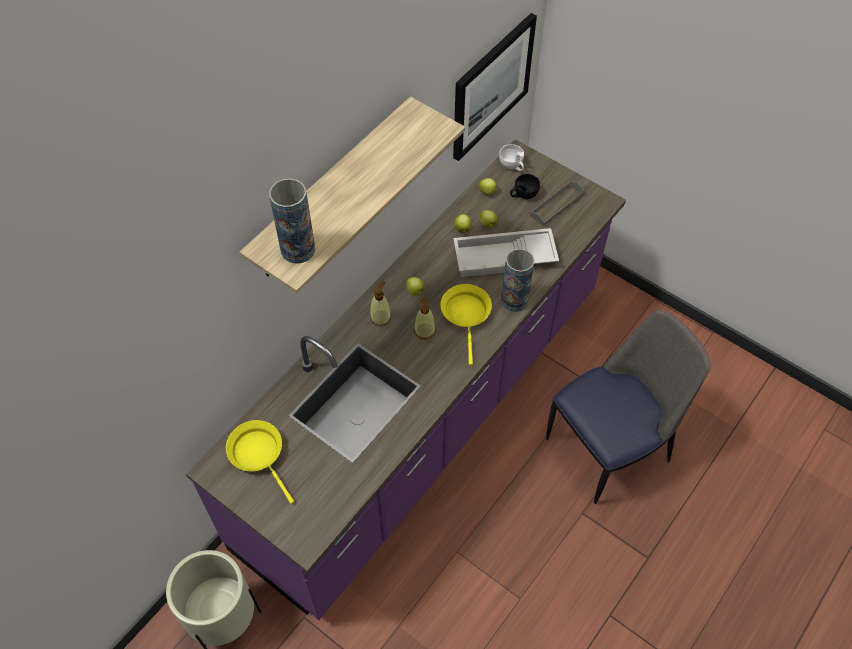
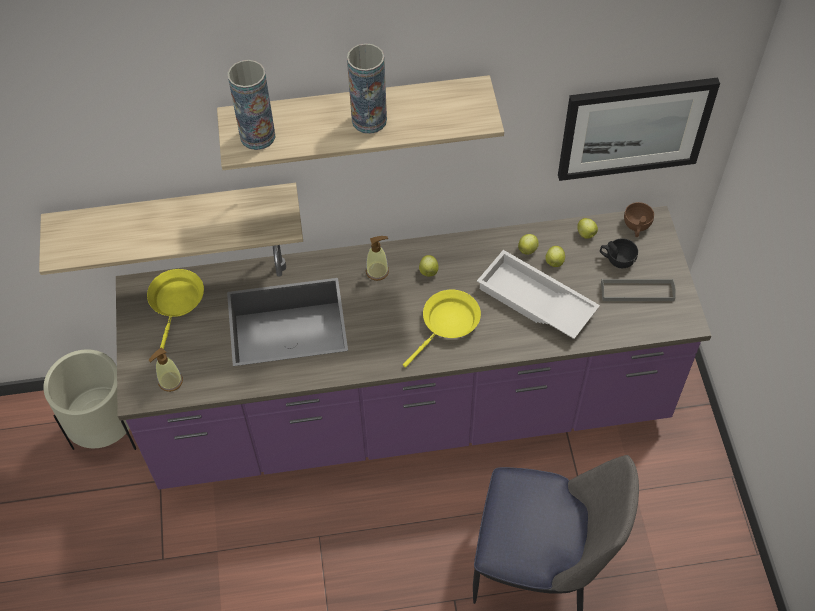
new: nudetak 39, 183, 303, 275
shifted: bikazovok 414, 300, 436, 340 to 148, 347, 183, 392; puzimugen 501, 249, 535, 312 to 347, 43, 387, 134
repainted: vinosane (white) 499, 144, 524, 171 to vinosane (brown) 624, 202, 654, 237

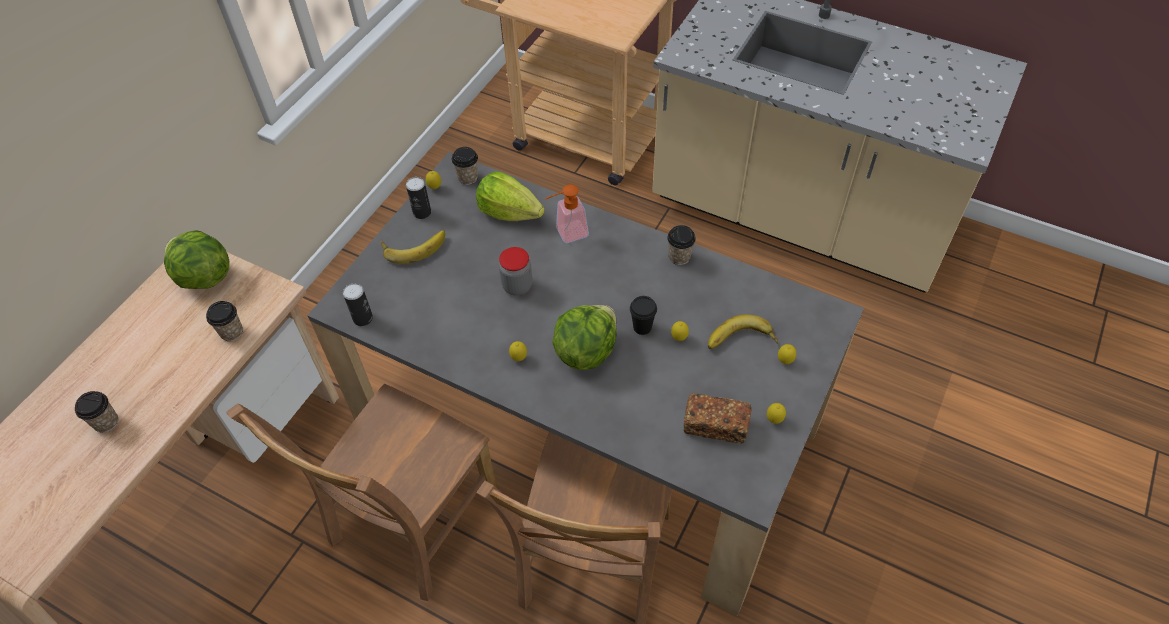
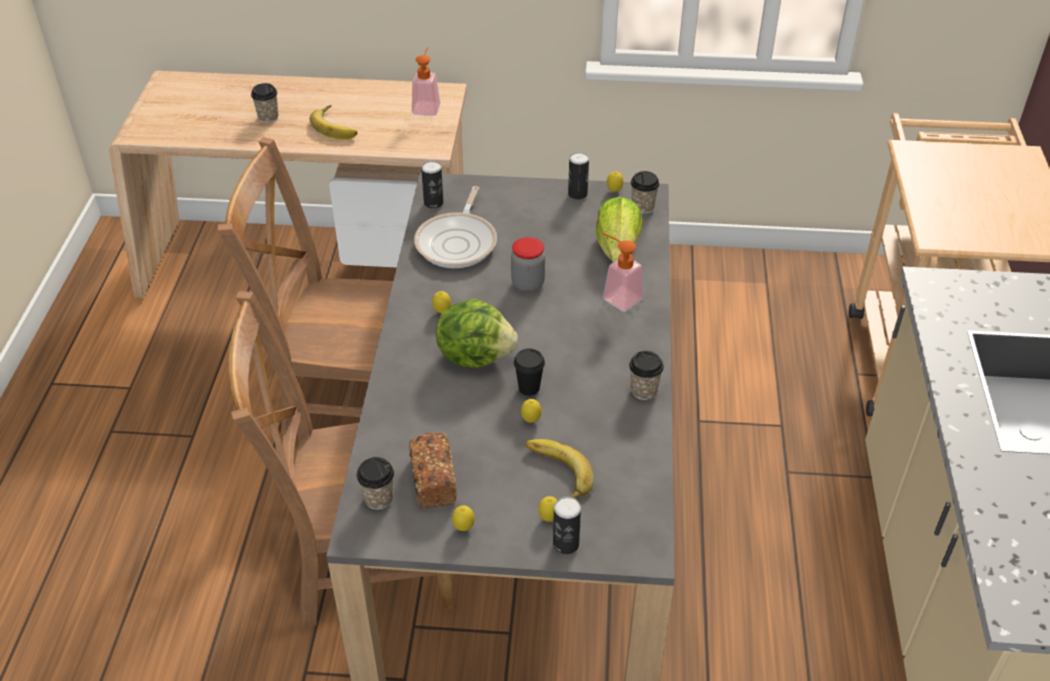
new: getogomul 414, 186, 497, 268; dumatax 553, 497, 581, 554
shifted: vinosane 206, 301, 243, 341 to 356, 457, 394, 510; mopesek 381, 230, 445, 264 to 309, 105, 357, 139
swapped: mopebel 164, 230, 230, 289 to bikazovok 412, 47, 440, 116

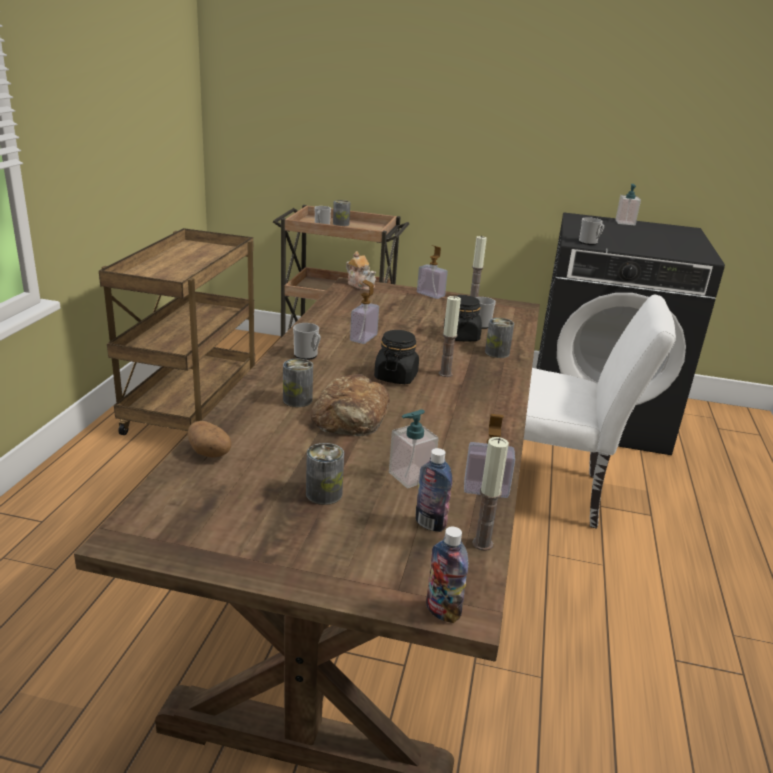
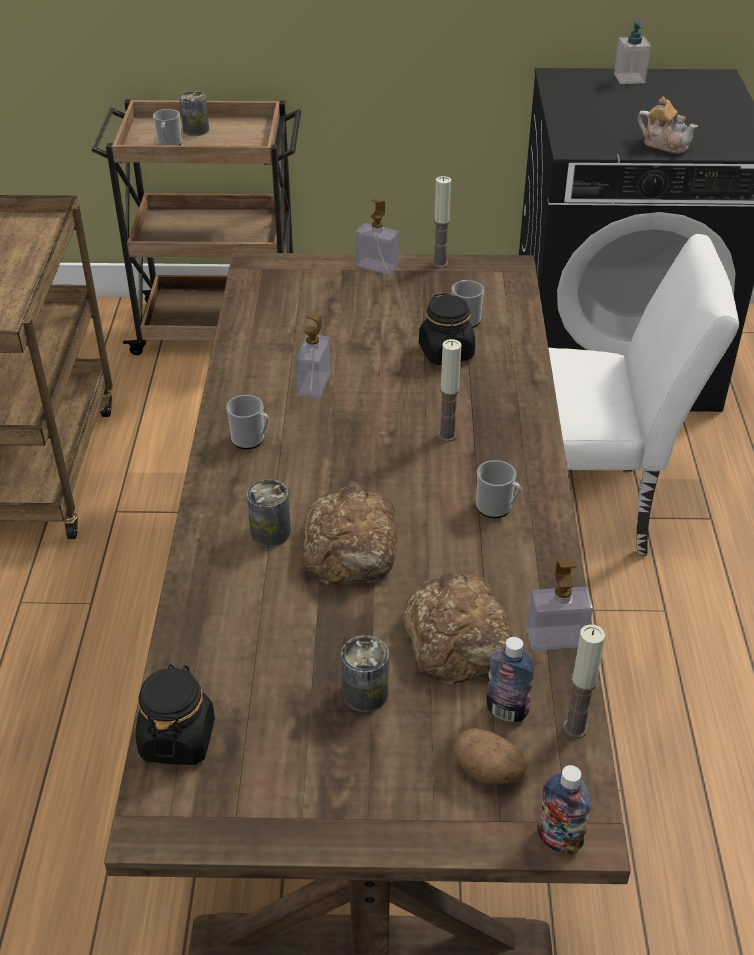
gone: dumatax 485, 318, 514, 358
shifted: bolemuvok 188, 421, 231, 457 to 453, 728, 528, 784; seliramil 346, 251, 376, 290 to 638, 96, 698, 154; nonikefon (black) 374, 330, 419, 384 to 136, 664, 215, 765; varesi 579, 217, 604, 245 to 476, 460, 522, 518
swapped: bikazovok 389, 409, 439, 488 to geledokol 402, 572, 514, 685

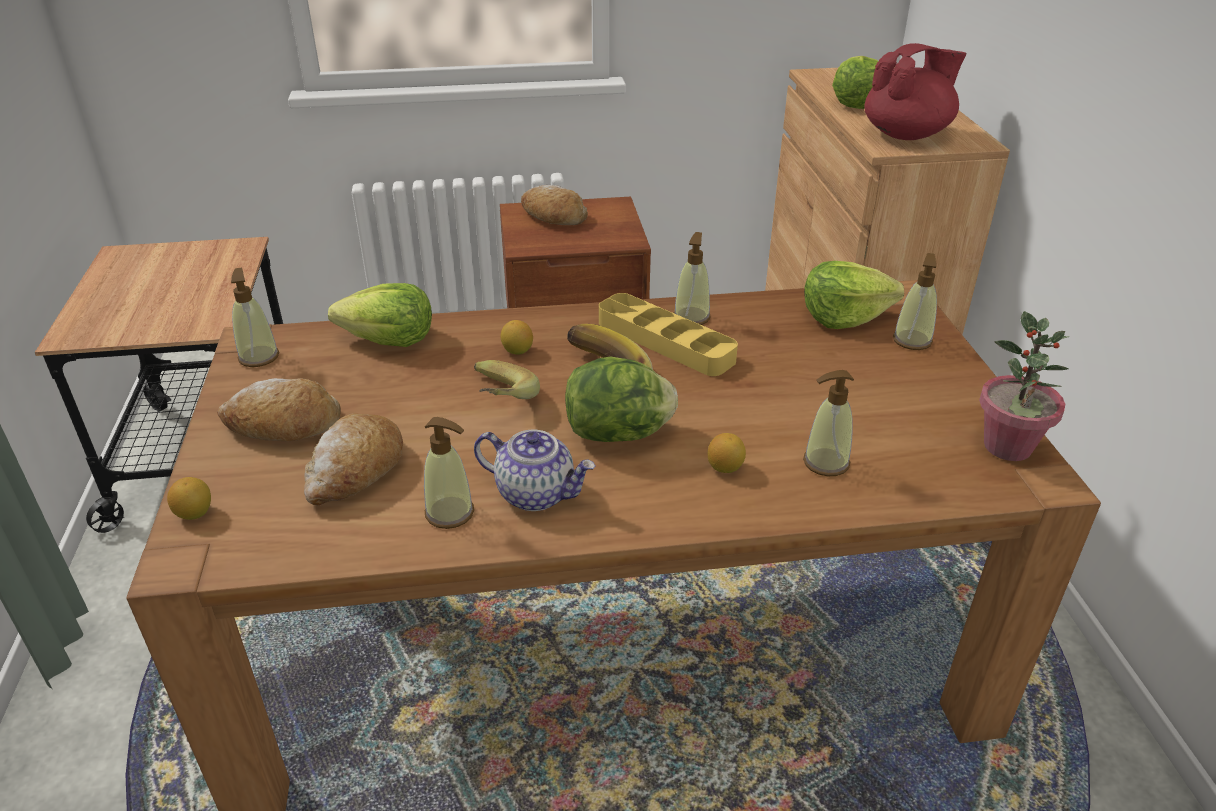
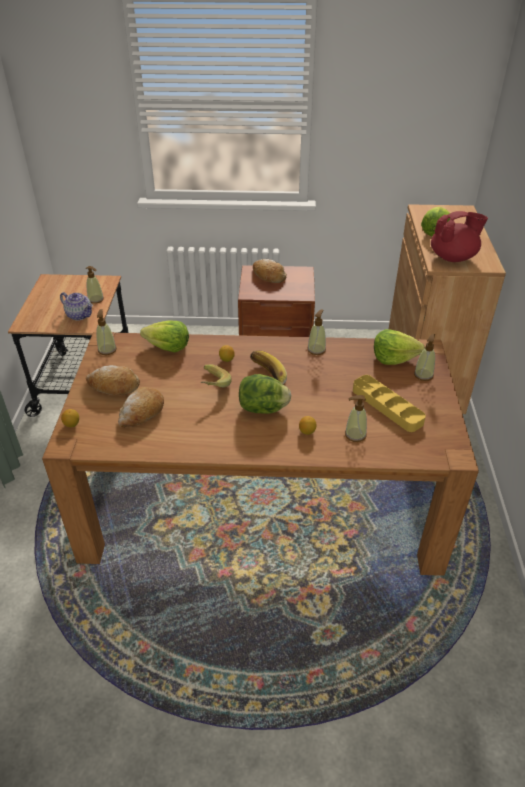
gone: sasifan 979, 311, 1069, 461
shifted: bikazovok 424, 417, 474, 529 to 86, 266, 104, 304; seliramil 474, 429, 596, 511 to 60, 292, 93, 320; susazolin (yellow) 599, 293, 738, 376 to 353, 375, 426, 432

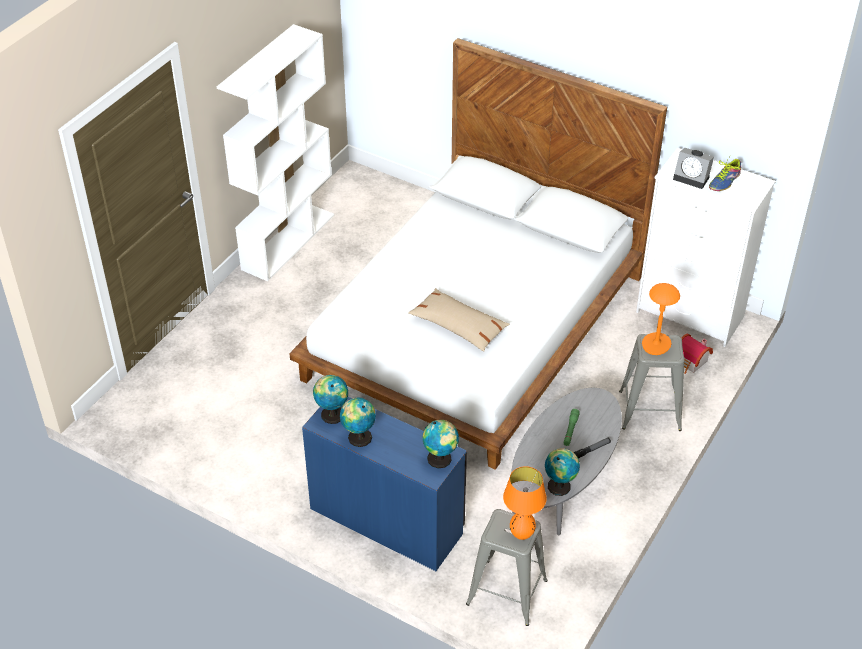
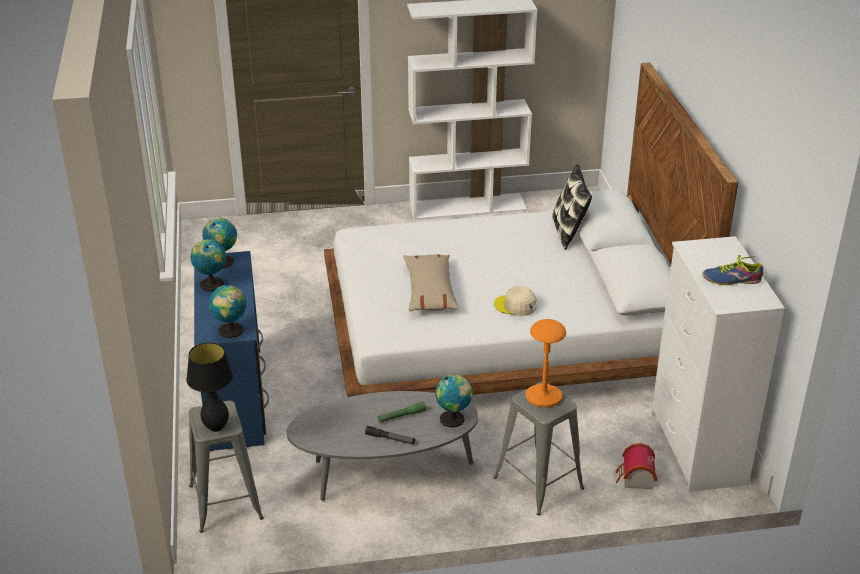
gone: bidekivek 673, 148, 714, 189
new: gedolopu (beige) 494, 286, 537, 316; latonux 552, 164, 592, 250
shifted: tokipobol 545, 448, 580, 496 to 435, 374, 473, 428
repainted: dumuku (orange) 503, 466, 547, 540 to dumuku (black) 186, 343, 233, 432

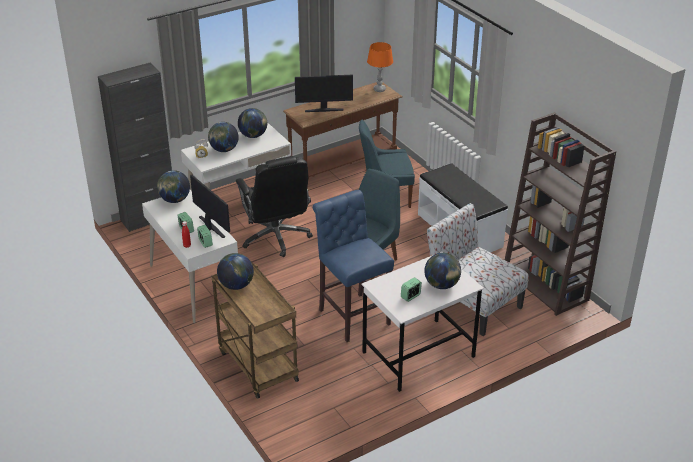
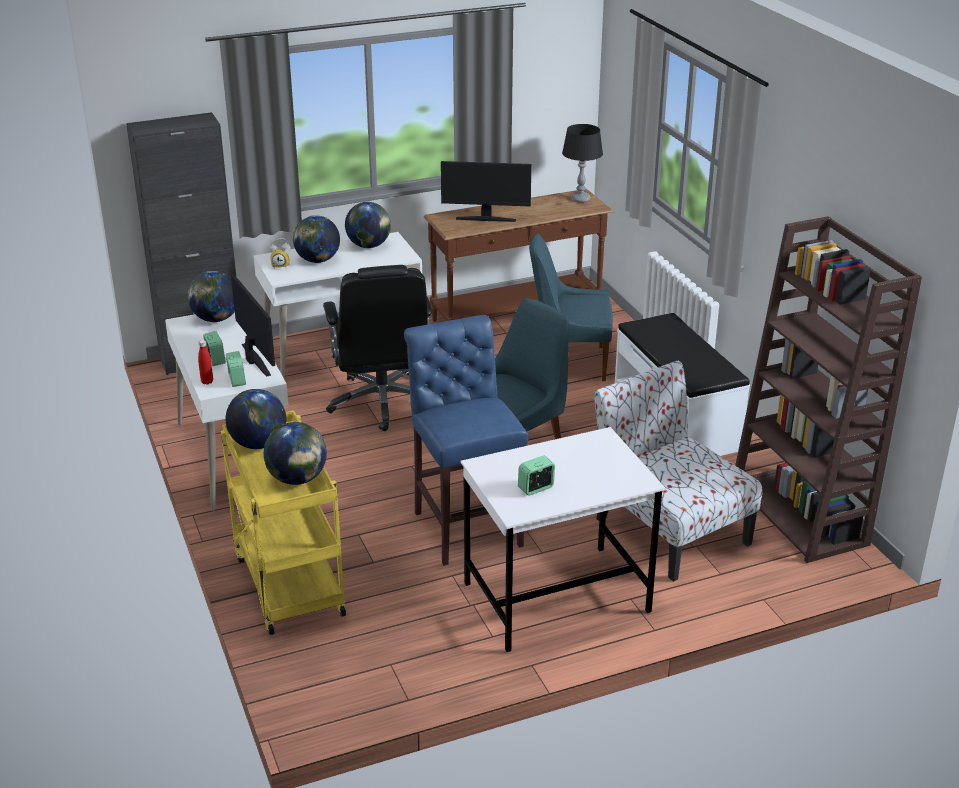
shifted: tokipobol 425, 253, 461, 289 to 264, 422, 327, 485
repainted: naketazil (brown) 212, 261, 299, 399 to naketazil (yellow) 221, 410, 346, 635; dumuku (orange) 367, 42, 393, 92 to dumuku (black) 562, 124, 603, 203

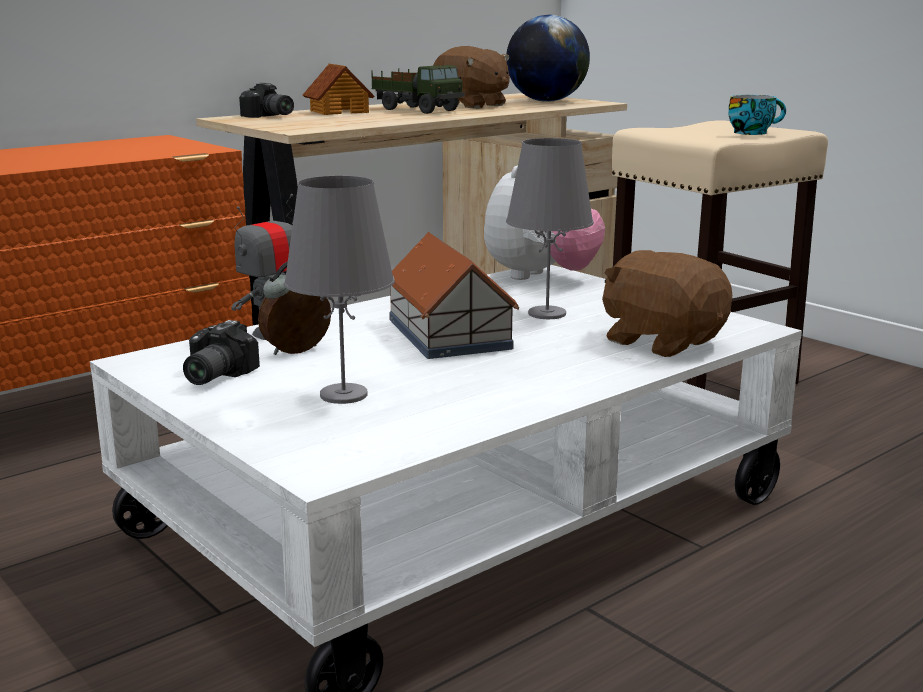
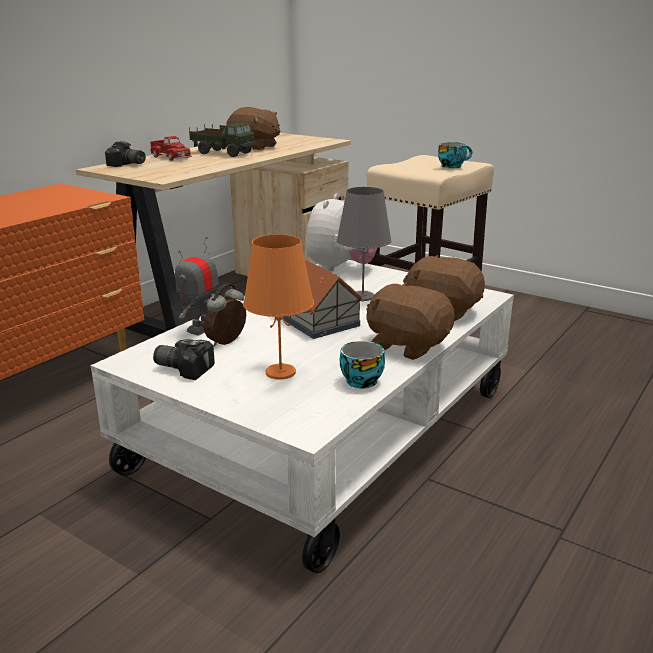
gone: tokipobol 506, 15, 590, 102
new: vinosane 340, 341, 385, 389; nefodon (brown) 366, 282, 454, 360
swapped: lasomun 303, 64, 374, 115 to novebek 150, 136, 192, 161
repainted: dumuku (grey) 284, 176, 395, 404 to dumuku (orange) 243, 234, 314, 380
rotated: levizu 183, 320, 260, 385 = 153, 339, 215, 380 105 degrees clockwise

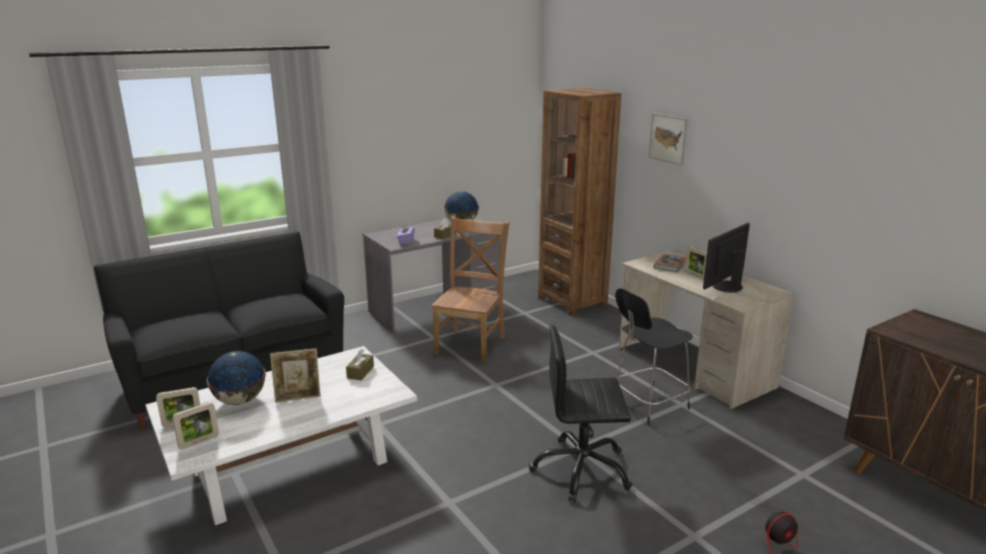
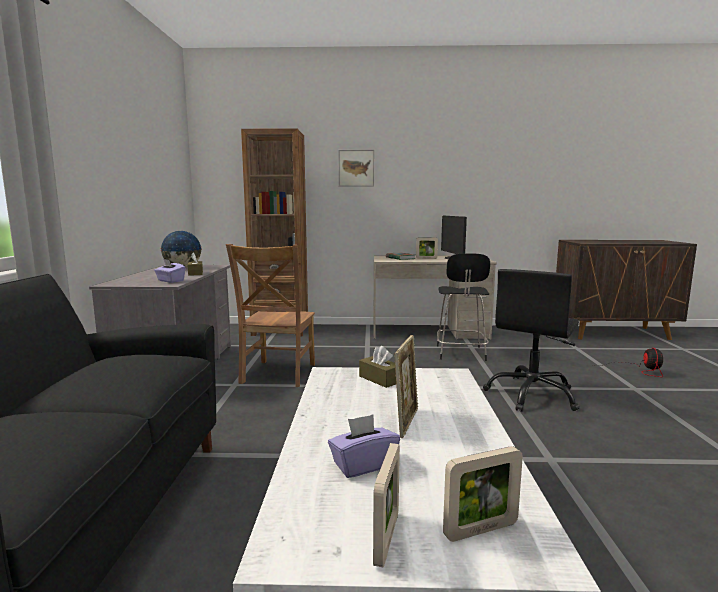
swapped: tokipobol 207, 351, 266, 405 to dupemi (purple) 328, 414, 400, 478
rotated: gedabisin 172, 402, 219, 449 = 443, 446, 523, 542 75 degrees clockwise; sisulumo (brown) 431, 217, 509, 362 = 226, 244, 315, 387 135 degrees counterclockwise

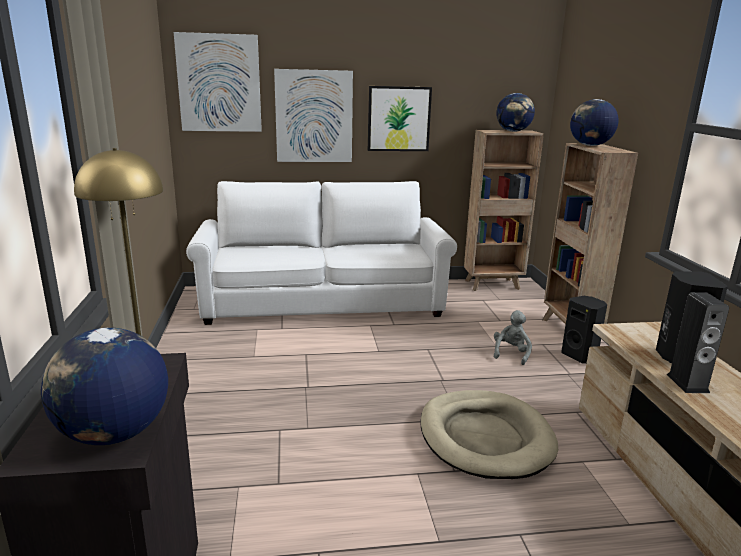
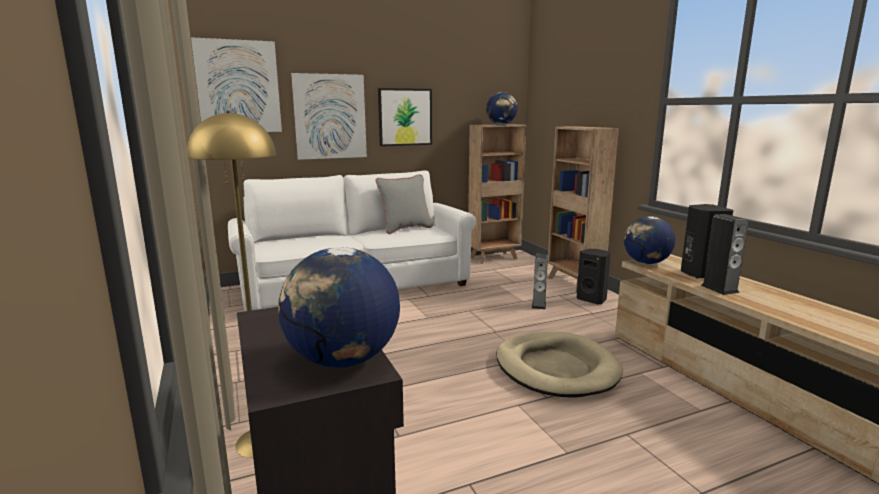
new: latonux (grey) 376, 174, 433, 234
shifted: tokipobol 570, 99, 619, 146 to 624, 216, 675, 264
swapped: nefodon (grey) 494, 310, 532, 365 to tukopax 532, 254, 548, 309

